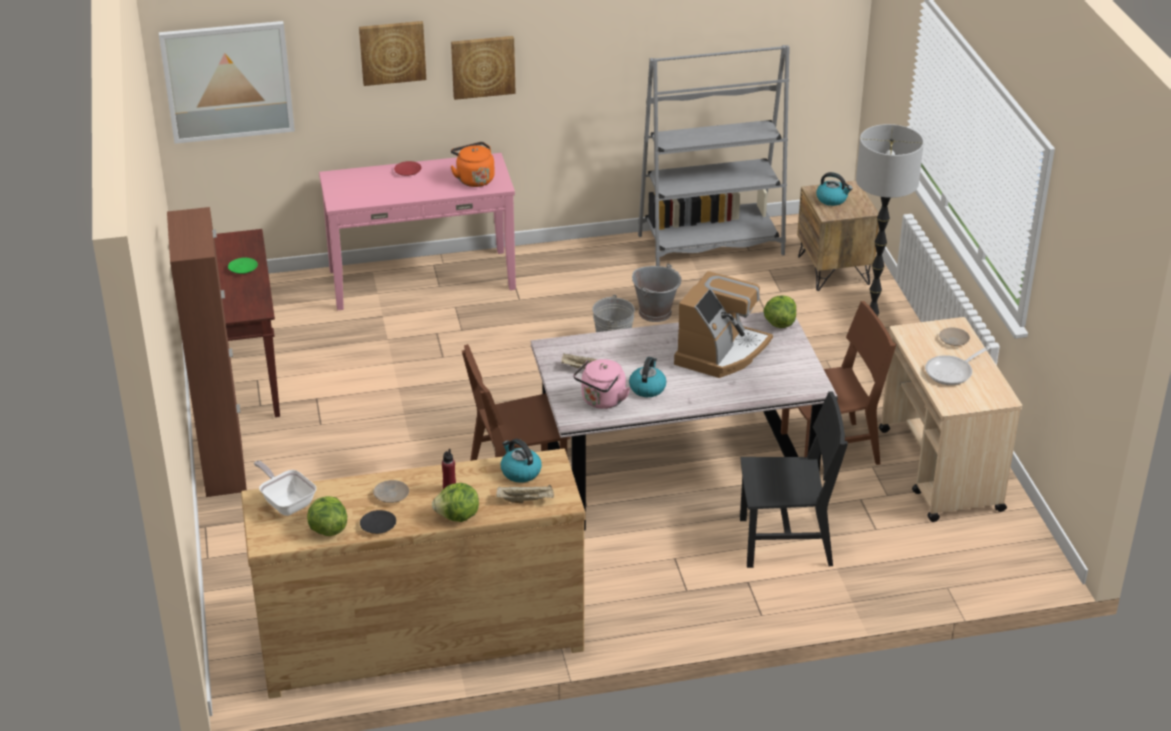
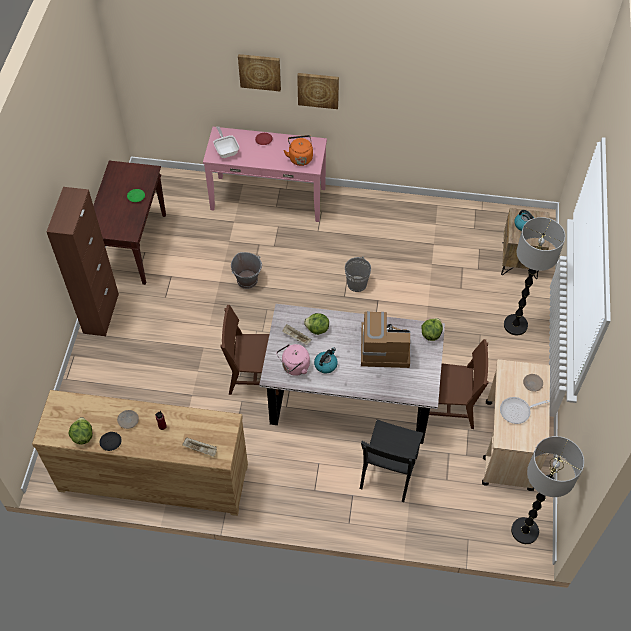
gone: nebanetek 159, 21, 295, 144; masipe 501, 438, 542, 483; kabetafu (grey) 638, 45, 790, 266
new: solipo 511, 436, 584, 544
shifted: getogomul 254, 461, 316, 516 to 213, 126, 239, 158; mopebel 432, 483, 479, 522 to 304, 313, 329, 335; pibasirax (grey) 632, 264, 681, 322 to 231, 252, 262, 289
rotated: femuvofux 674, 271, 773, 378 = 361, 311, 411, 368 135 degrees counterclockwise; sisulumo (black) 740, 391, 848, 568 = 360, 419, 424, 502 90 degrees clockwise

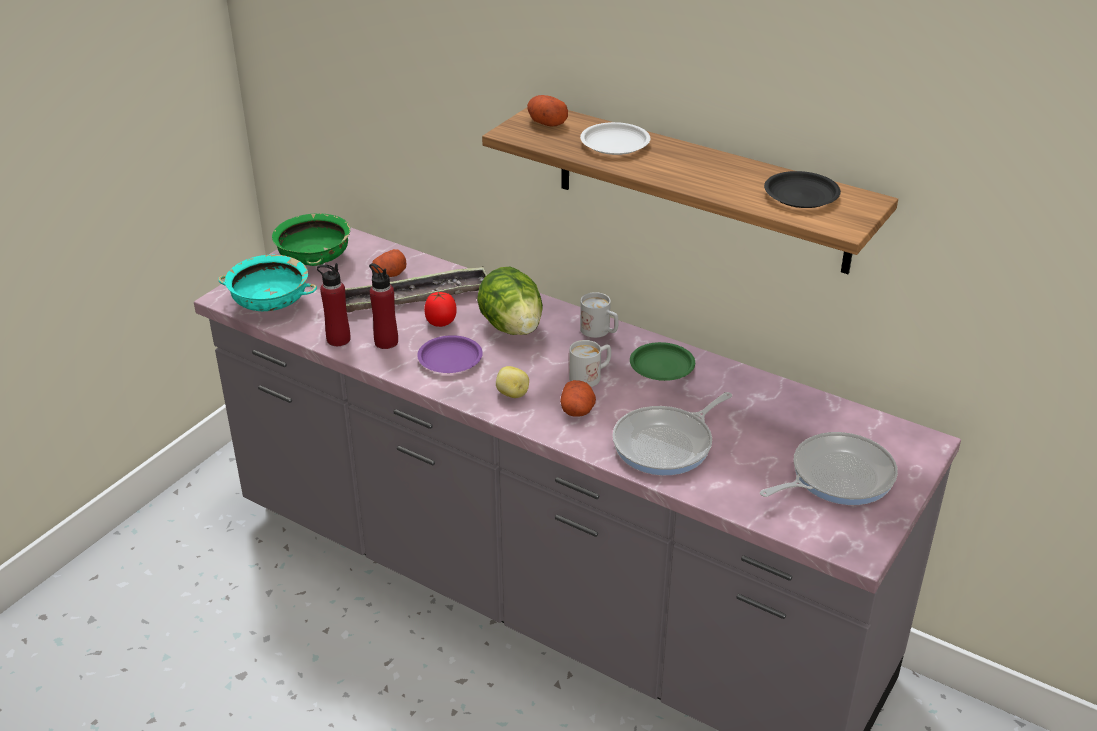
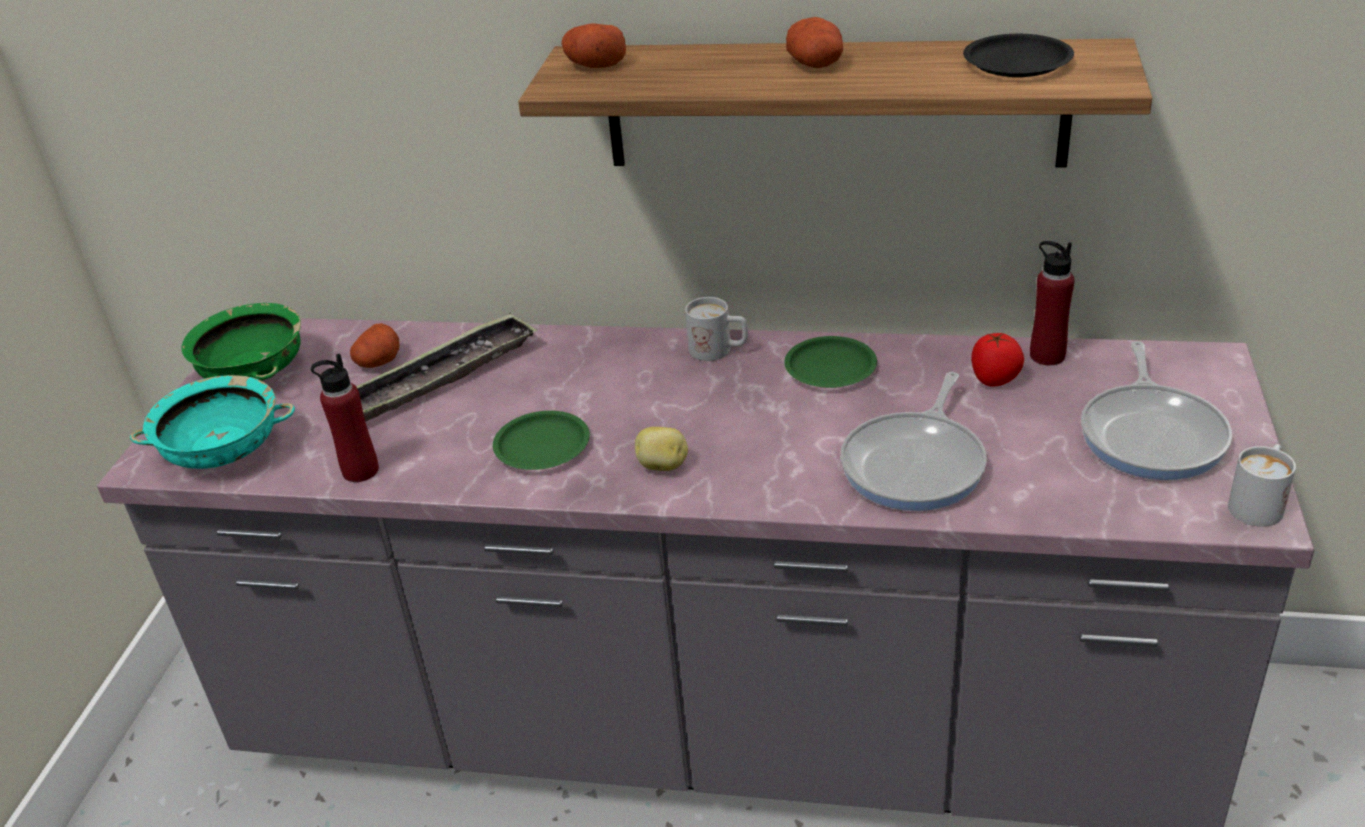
gone: mopebel 477, 267, 543, 335; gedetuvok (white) 580, 122, 651, 155
shifted: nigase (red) 369, 263, 398, 349 to 1030, 241, 1074, 365; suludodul 424, 292, 457, 327 to 971, 333, 1024, 386; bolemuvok 560, 380, 596, 417 to 786, 17, 843, 68; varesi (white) 569, 340, 611, 387 to 1228, 444, 1296, 527
repainted: gedetuvok (purple) 417, 335, 483, 373 to gedetuvok (green) 493, 411, 590, 470
rotated: getogomul 760, 432, 898, 505 = 1081, 341, 1232, 480 150 degrees clockwise

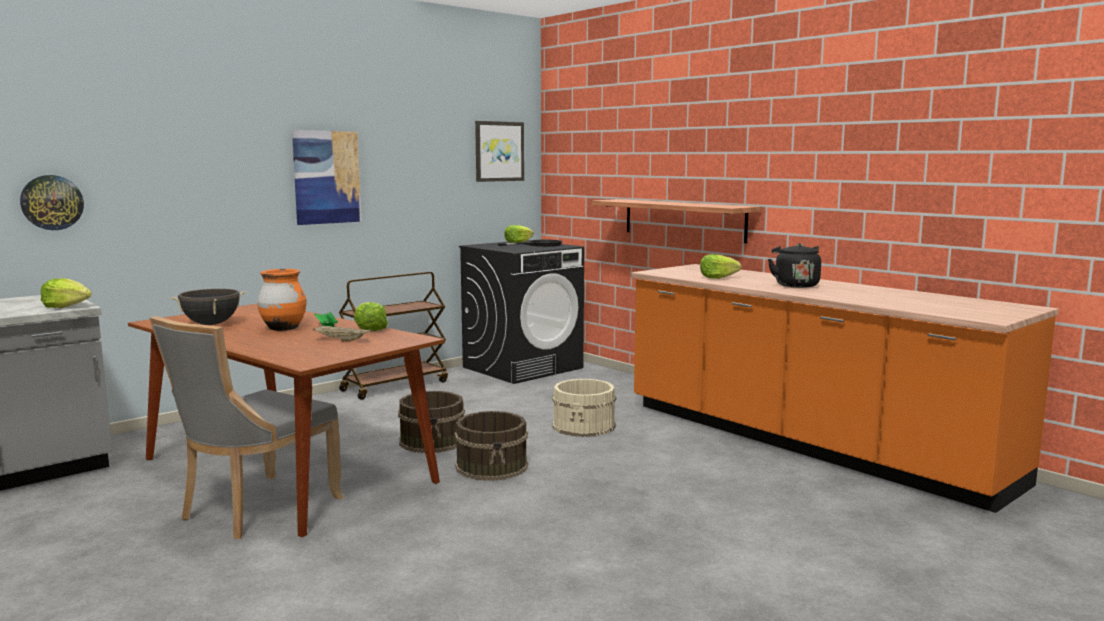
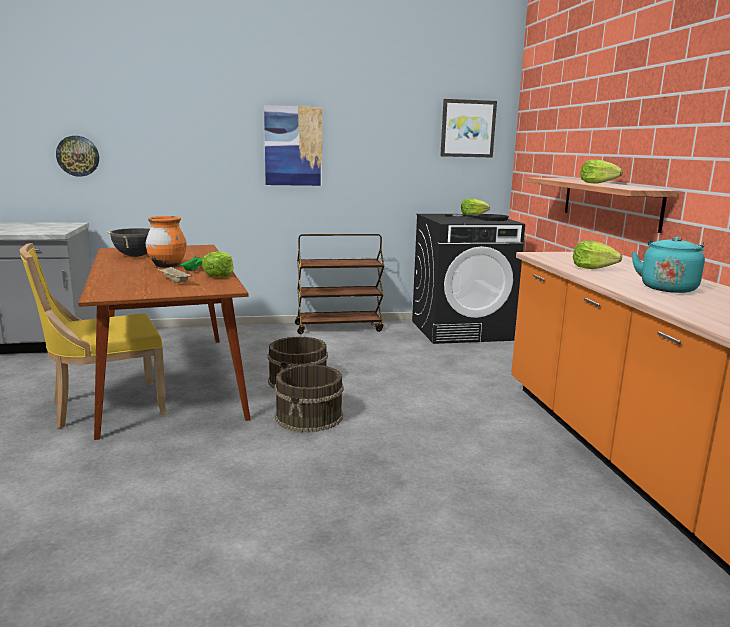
gone: pibasirax (beige) 552, 379, 616, 437
shifted: mopebel 41, 278, 92, 308 to 580, 159, 623, 184
repainted: sisulumo (grey) 150, 316, 344, 539 to sisulumo (yellow) 19, 243, 168, 428; masipe (black) 768, 243, 821, 288 to masipe (turquoise) 632, 237, 705, 293

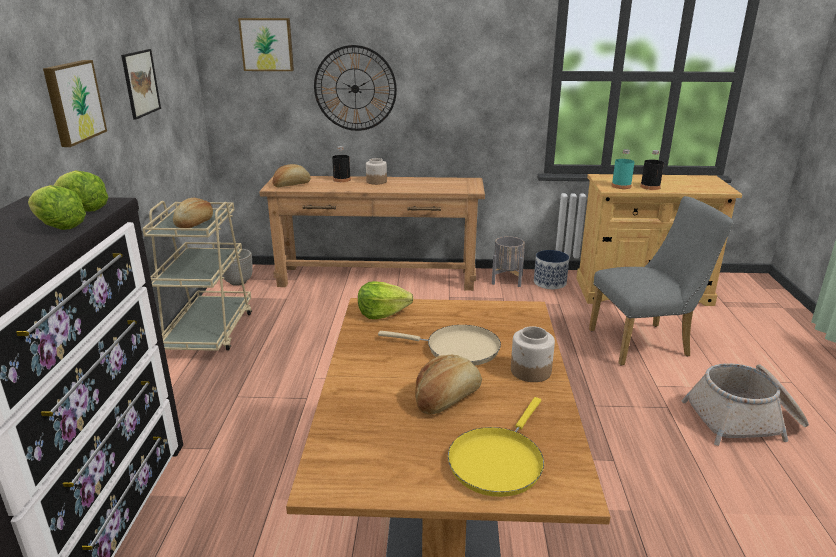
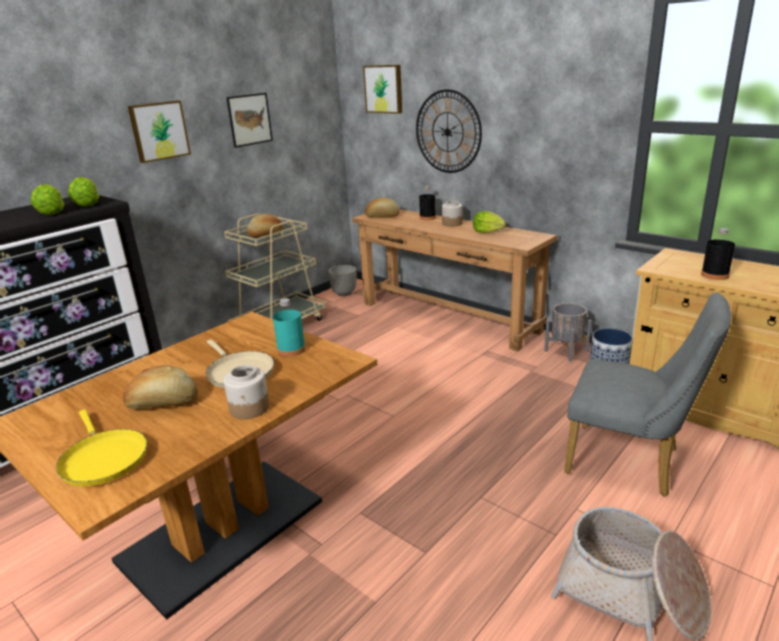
shifted: mopebel 358, 281, 414, 319 to 473, 211, 506, 233; nigase (turquoise) 611, 149, 634, 189 to 273, 298, 306, 357
rotated: getogomul (yellow) 448, 397, 544, 497 = 56, 409, 147, 486 105 degrees counterclockwise

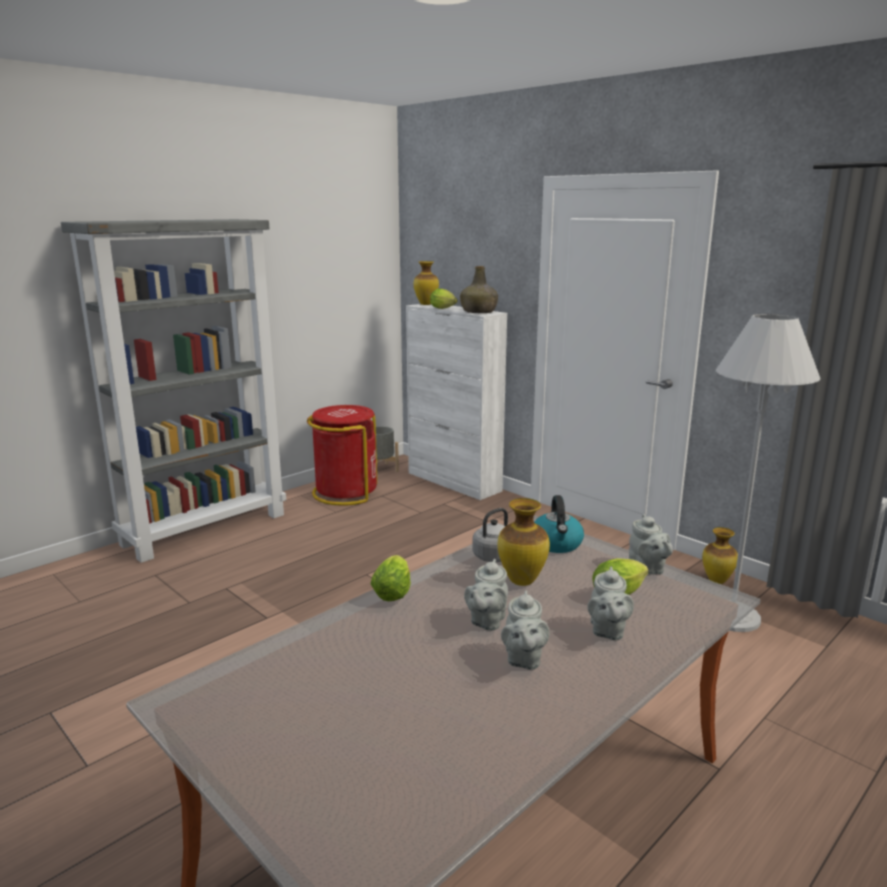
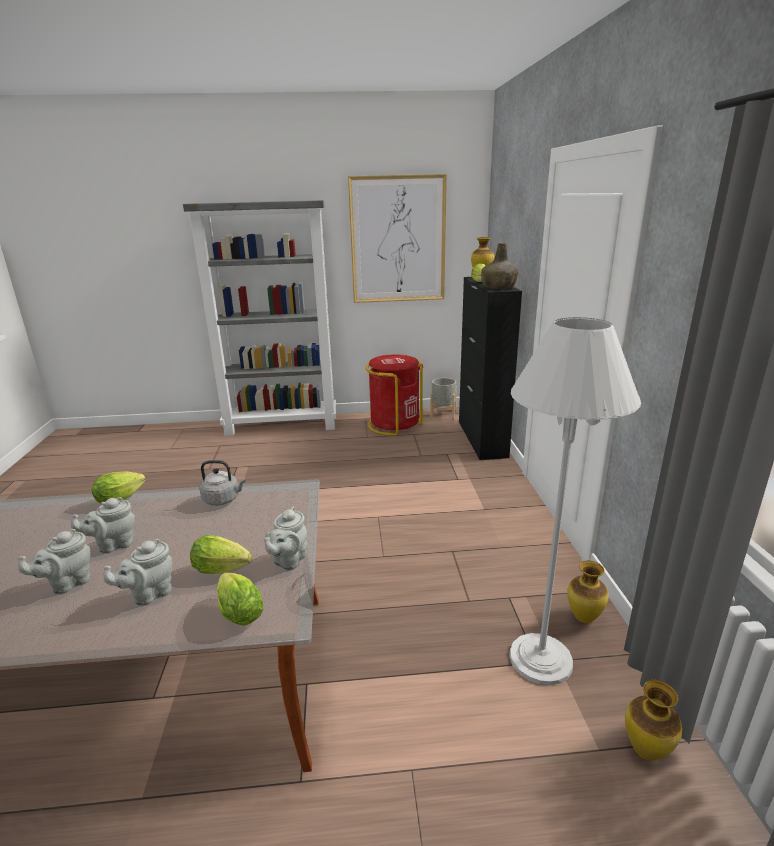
gone: masipe 534, 495, 584, 553
new: mopebel 217, 573, 264, 626; nebanetek 348, 174, 447, 303
shifted: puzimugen 498, 498, 550, 586 to 625, 680, 682, 761
repainted: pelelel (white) 406, 304, 507, 500 to pelelel (black) 459, 277, 522, 460

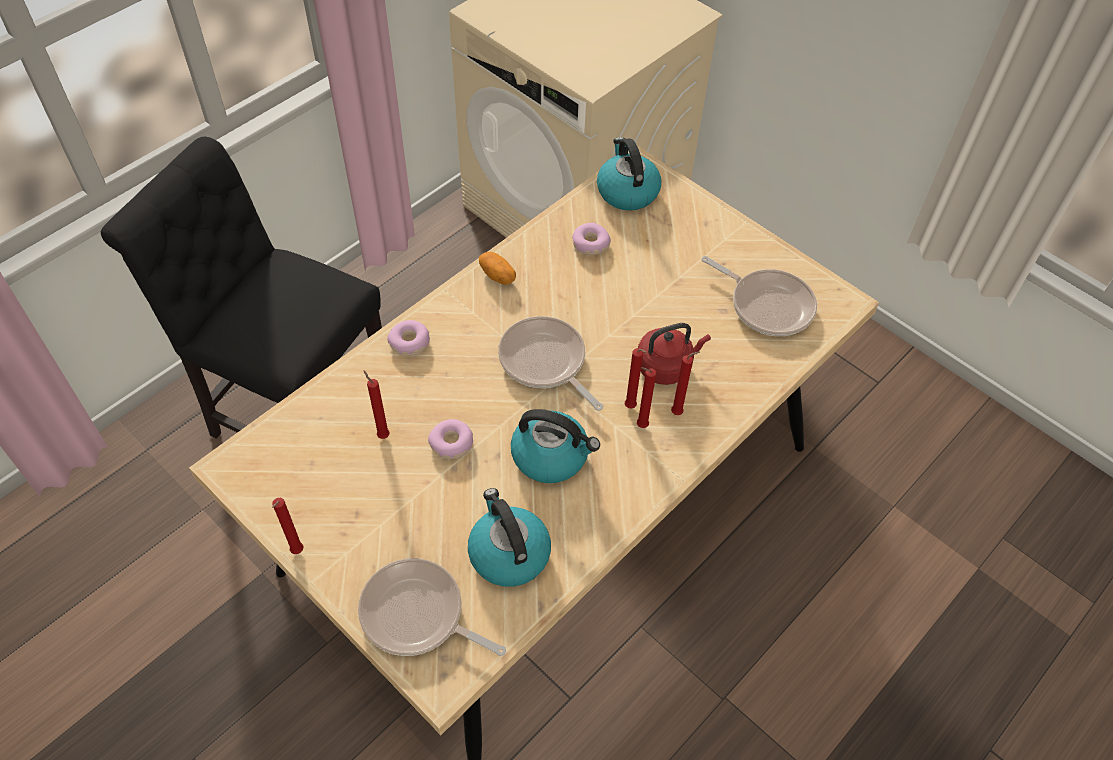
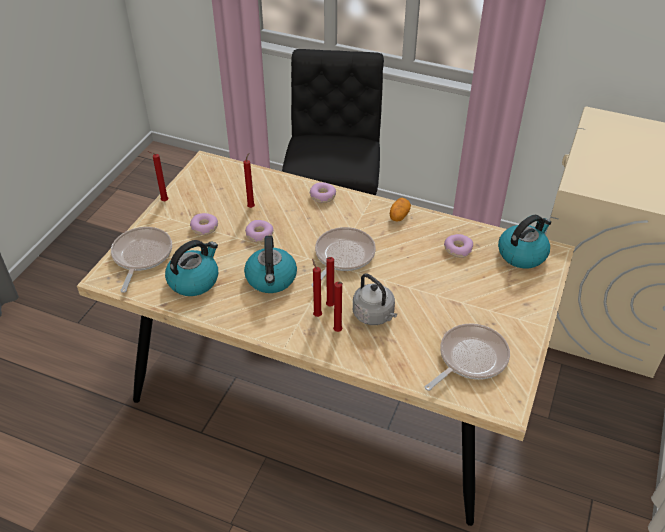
new: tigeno 190, 213, 218, 235
repainted: masipe (red) 638, 323, 711, 385 to masipe (grey) 353, 274, 397, 325
rotated: getogomul 702, 256, 817, 336 = 425, 324, 510, 391 150 degrees counterclockwise

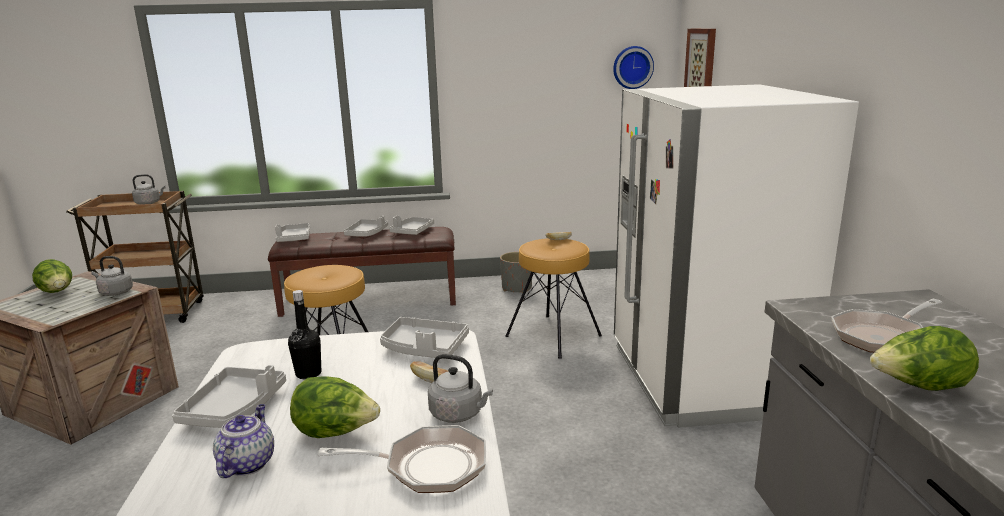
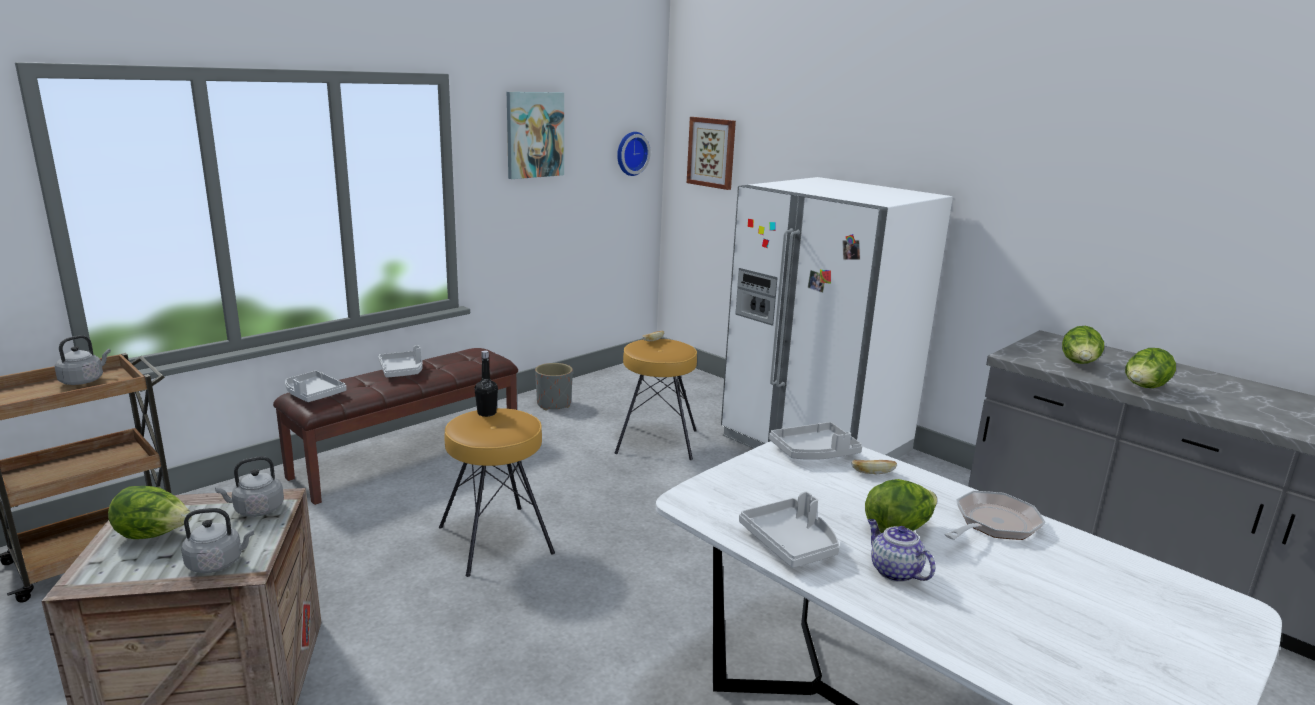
gone: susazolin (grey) 389, 216, 434, 235
new: nebanetek 507, 92, 564, 179
shifted: nigase (black) 288, 290, 321, 379 to 475, 351, 498, 417; masipe (grey) 428, 354, 493, 423 to 182, 508, 254, 573
swapped: getogomul 831, 299, 943, 353 to mopebel 1062, 326, 1104, 364

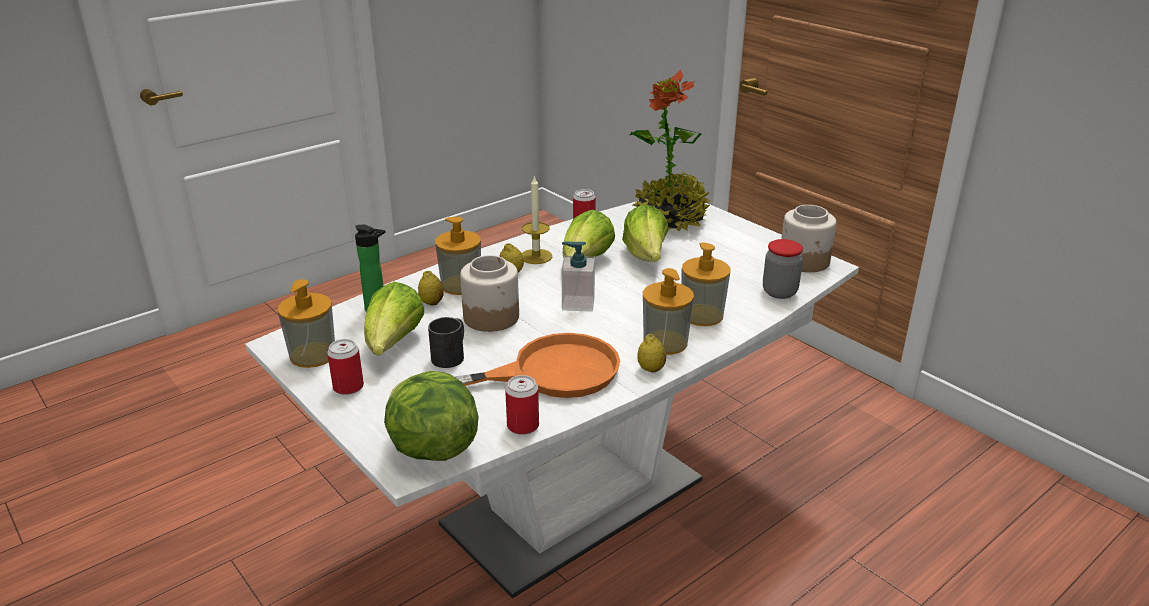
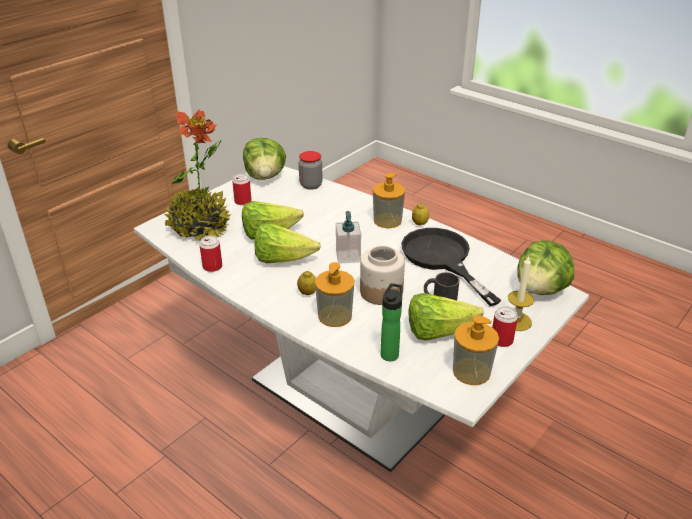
gone: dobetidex 418, 271, 443, 305; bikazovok 682, 242, 731, 326
shifted: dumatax 505, 375, 539, 435 to 232, 174, 252, 205; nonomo 522, 175, 552, 264 to 508, 256, 534, 331
swapped: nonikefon 781, 205, 836, 272 to mopebel 243, 138, 286, 180
repainted: getogomul (orange) 455, 333, 620, 398 to getogomul (black) 401, 228, 501, 306

